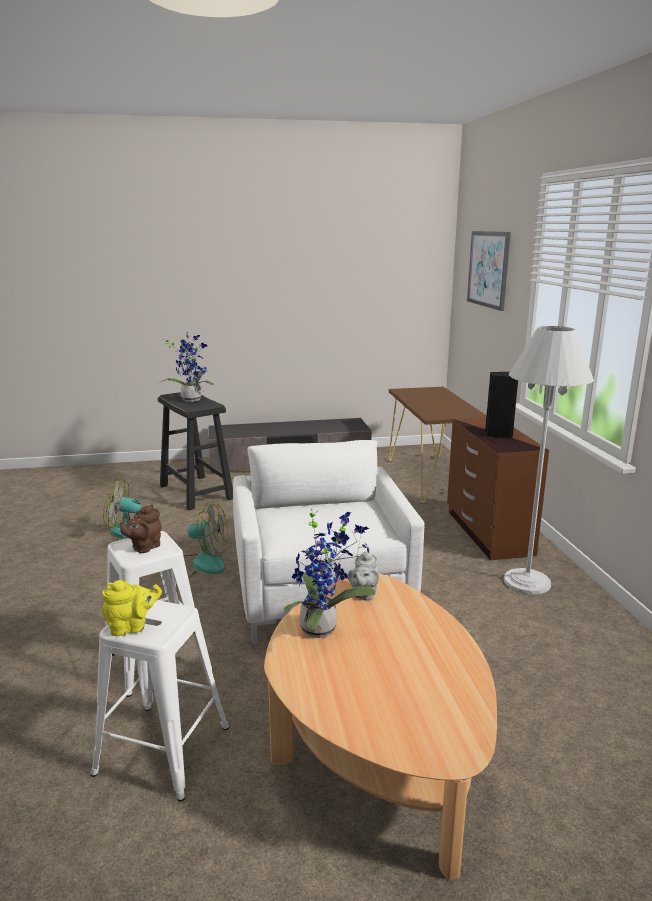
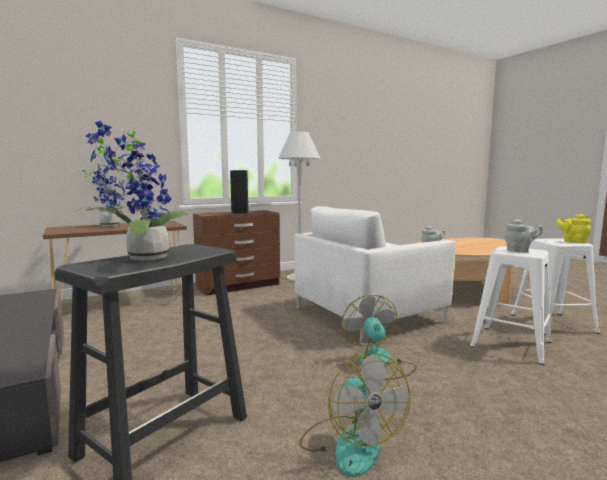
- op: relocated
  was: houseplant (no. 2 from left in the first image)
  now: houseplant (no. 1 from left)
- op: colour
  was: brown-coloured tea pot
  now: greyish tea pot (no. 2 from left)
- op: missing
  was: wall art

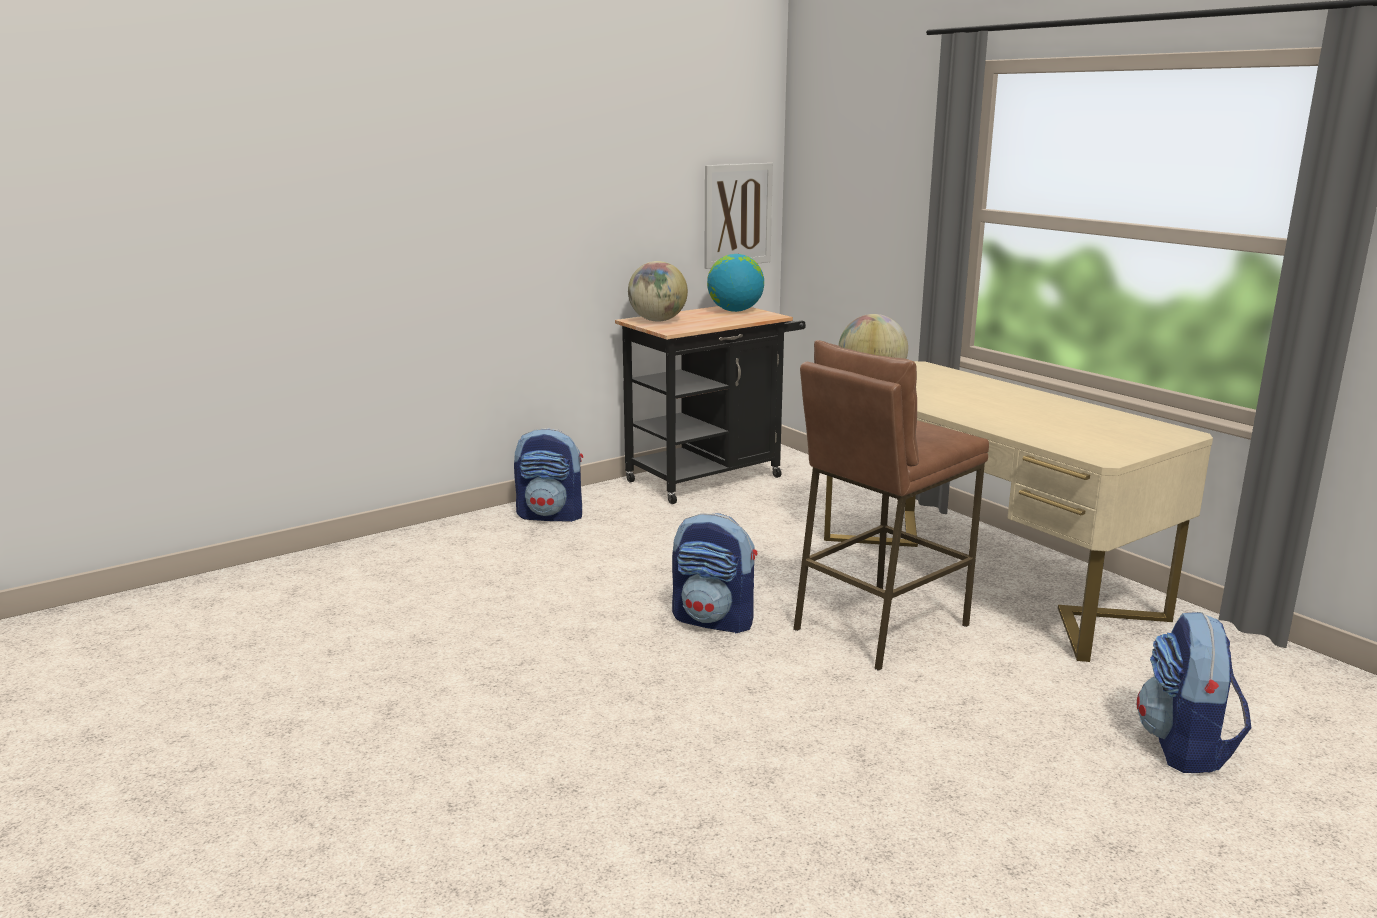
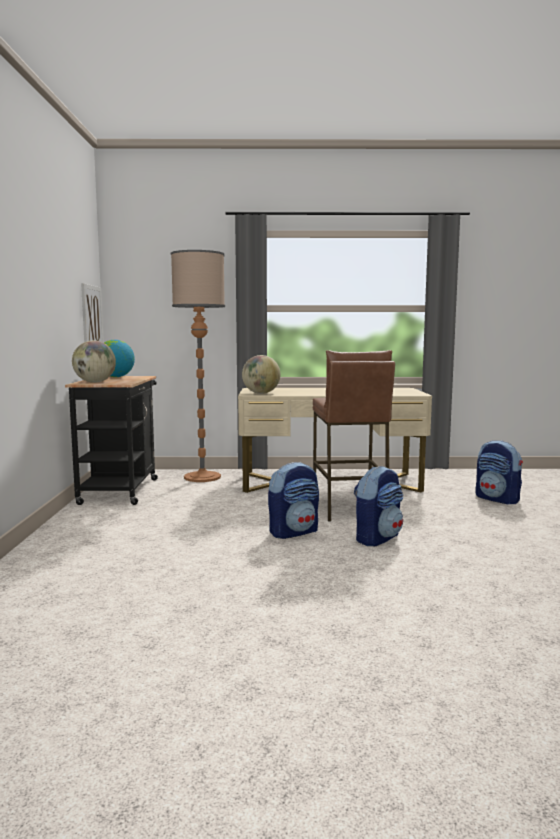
- op: appeared
  now: standard lamp
- op: relocated
  was: knapsack (no. 1 from left in the first image)
  now: knapsack (no. 2 from left)

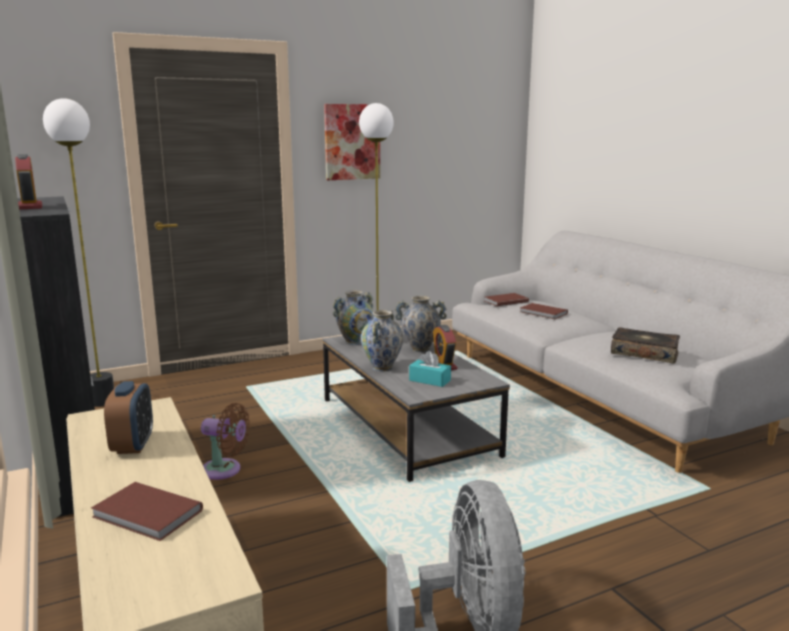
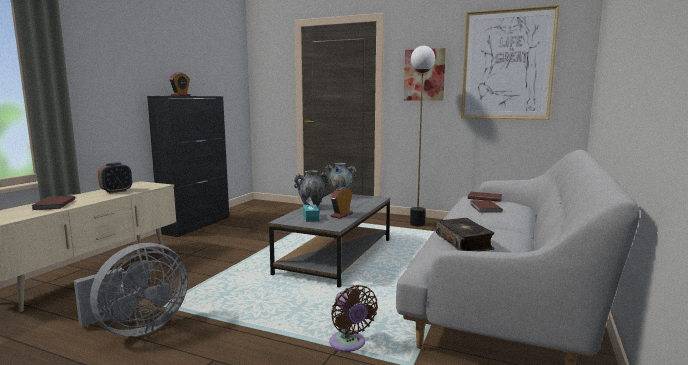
- op: relocated
  was: brown-coloured fan
- op: appeared
  now: wall art (no. 2 from left)
- op: missing
  was: standard lamp (no. 1 from left)
- op: missing
  was: vase (no. 3 from left)

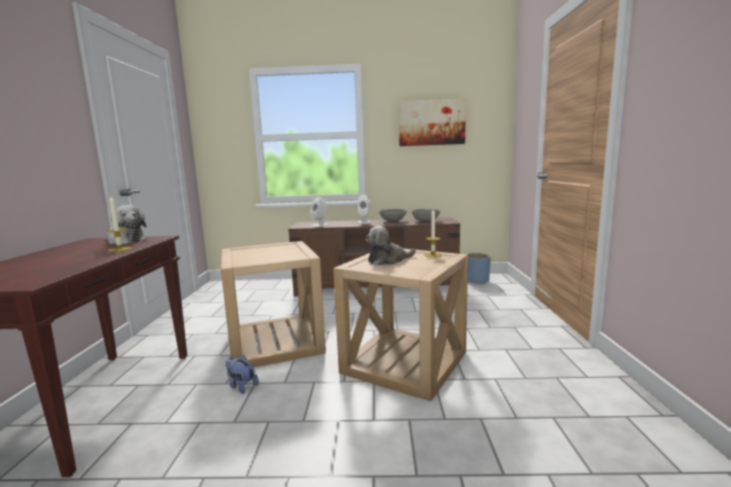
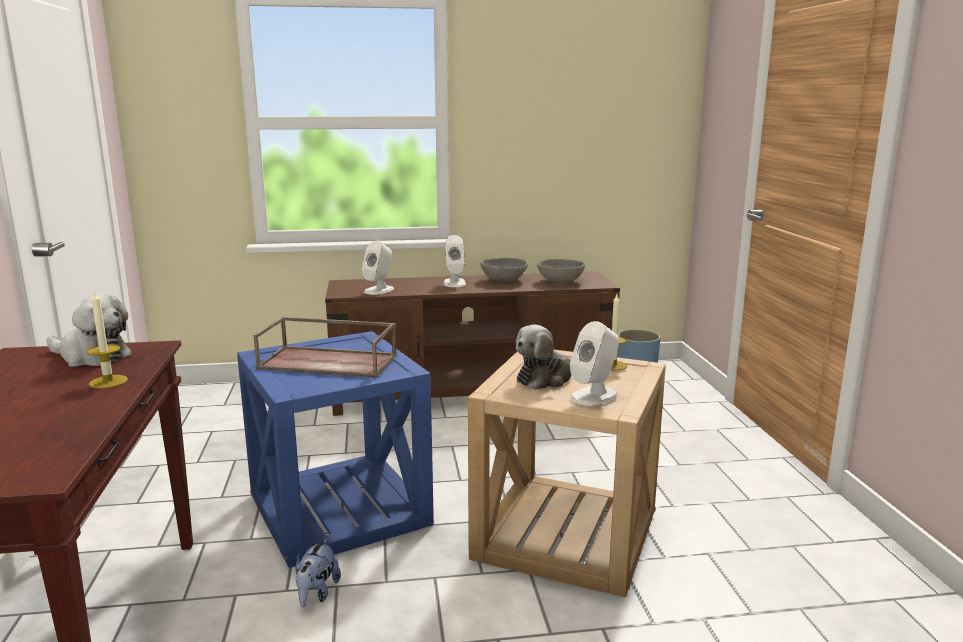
- op: colour
  was: sand-coloured end table (no. 1 from left)
  now: blue-coloured end table
- op: appeared
  now: brown-coloured carrying tray
- op: spun
  was: cuddly toy (no. 2 from left)
  clockwise: -105
- op: appeared
  now: white audio speaker (no. 3 from left)
- op: missing
  was: wall art

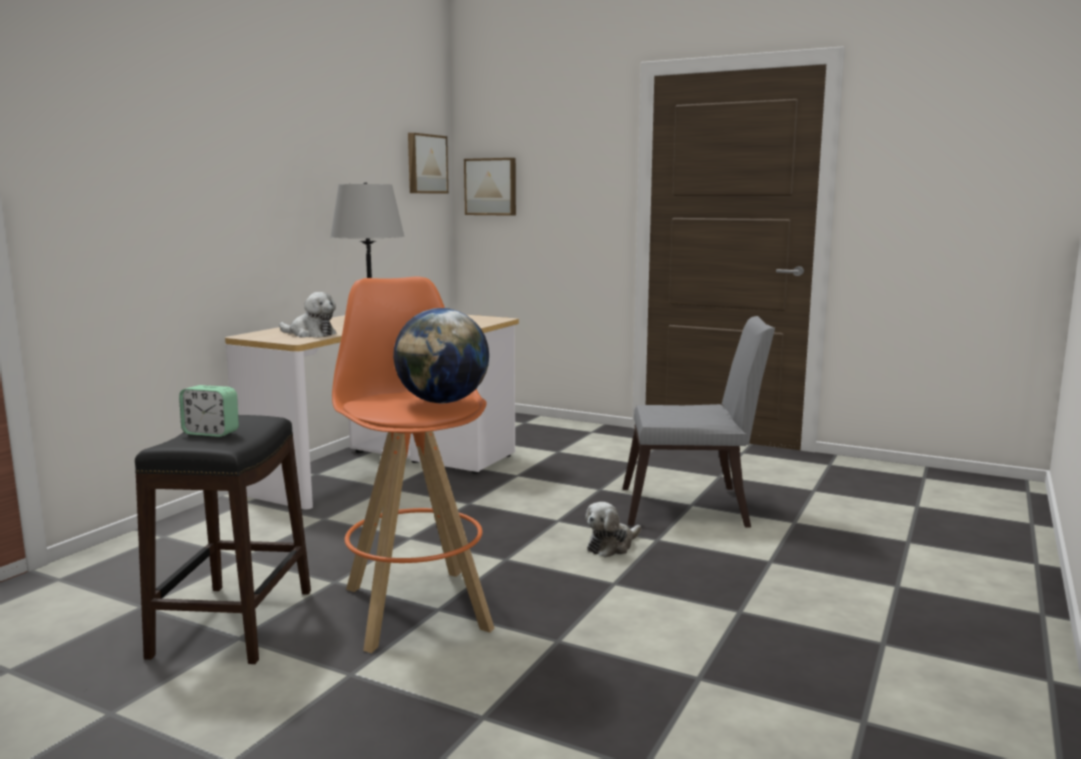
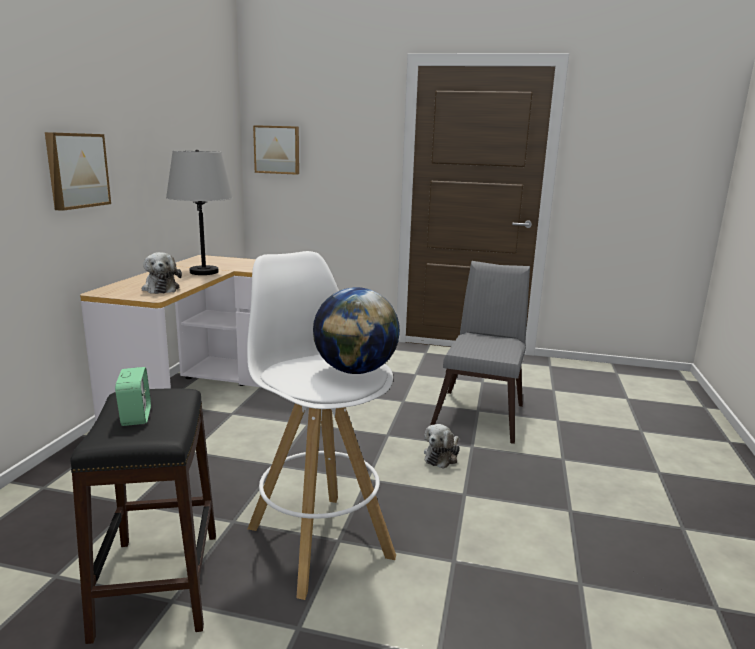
- op: relocated
  was: wall art (no. 1 from left)
- op: spun
  was: bedside clock
  clockwise: -105
- op: spun
  was: cuddly toy (no. 1 from left)
  clockwise: 60
- op: colour
  was: orangey stool
  now: white stool
- op: spun
  was: greyish plain chair
  clockwise: -60

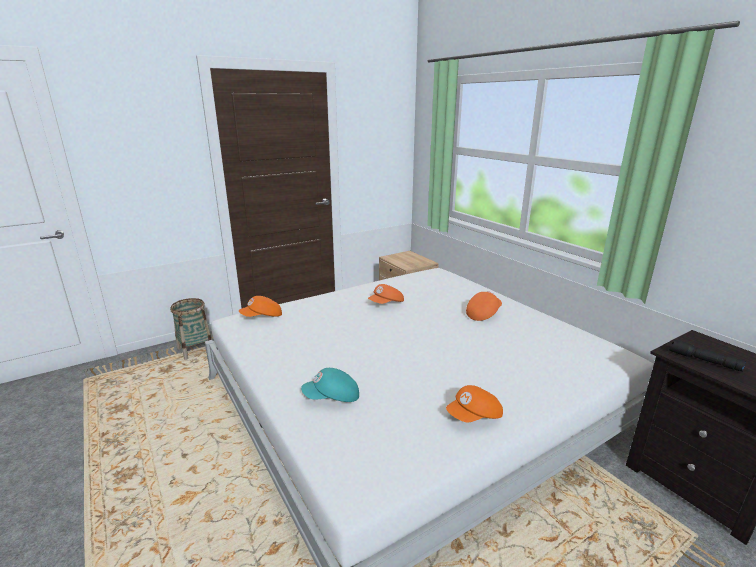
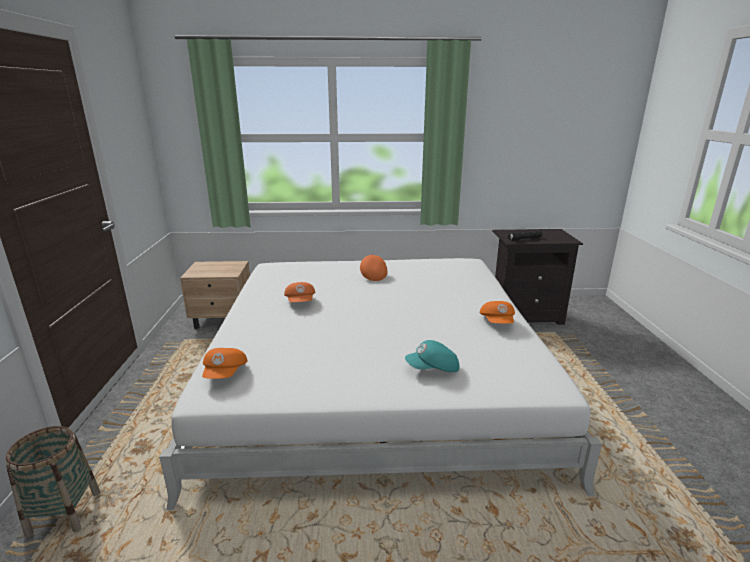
- op: spun
  was: turquoise-coloured peaked cap
  clockwise: 60

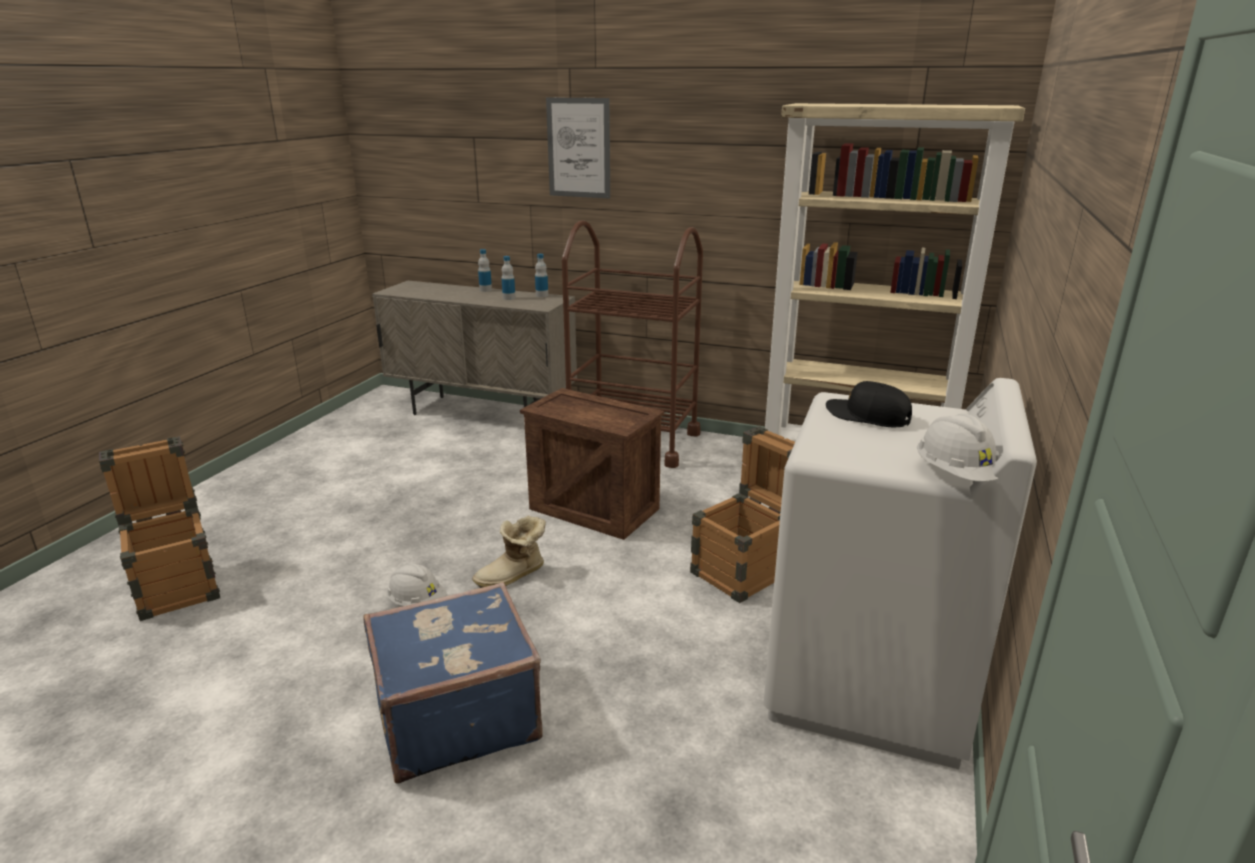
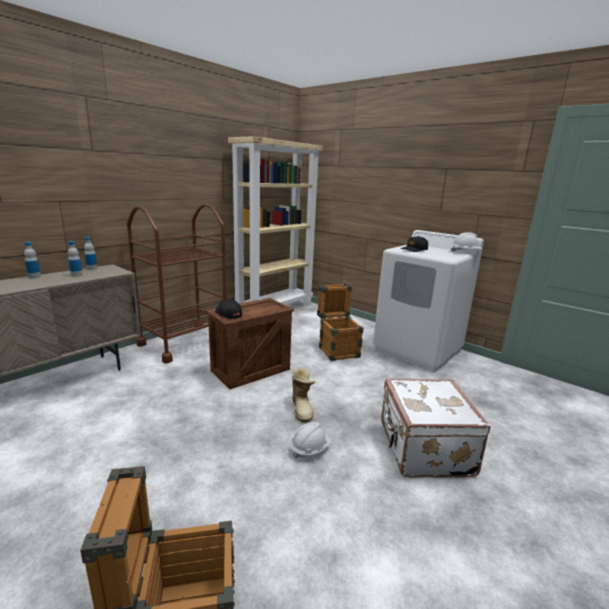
- op: appeared
  now: blackish peaked cap (no. 1 from left)
- op: colour
  was: blue-coloured suitcase
  now: white suitcase
- op: missing
  was: wall art

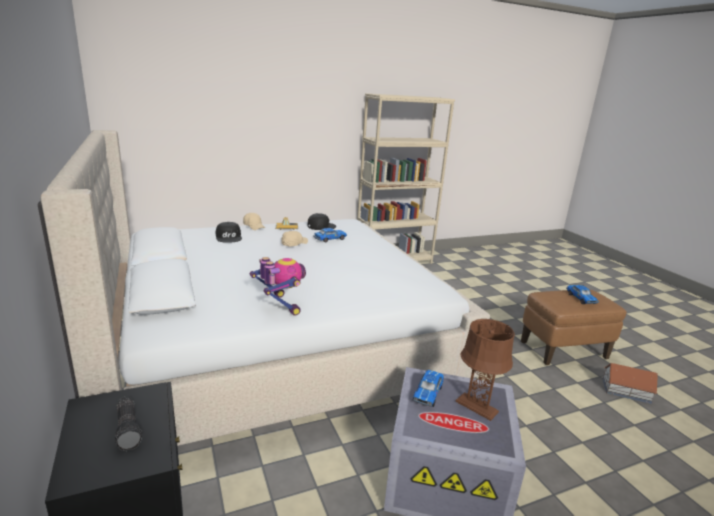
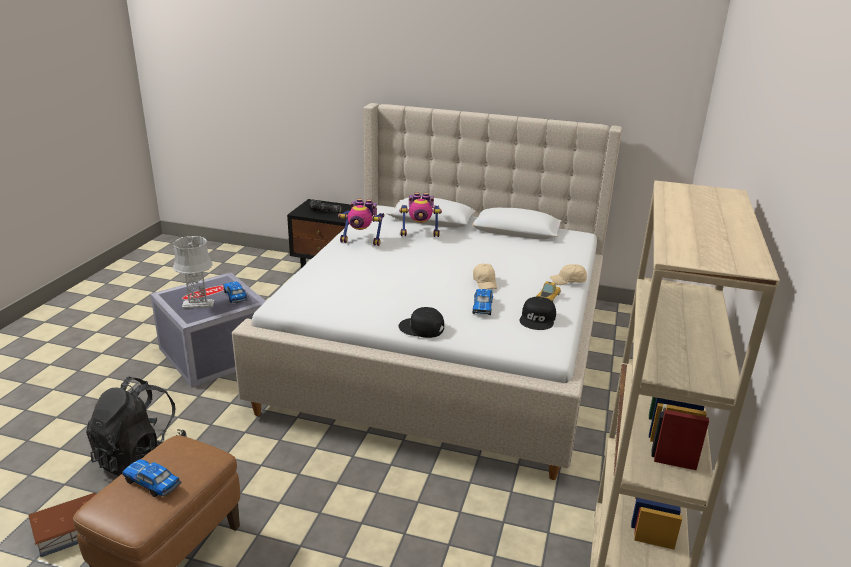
- op: appeared
  now: blackish knapsack
- op: colour
  was: brown-coloured tabletop lamp
  now: greyish tabletop lamp
- op: appeared
  now: robot figure (no. 2 from left)
- op: relocated
  was: blackish peaked cap (no. 1 from left)

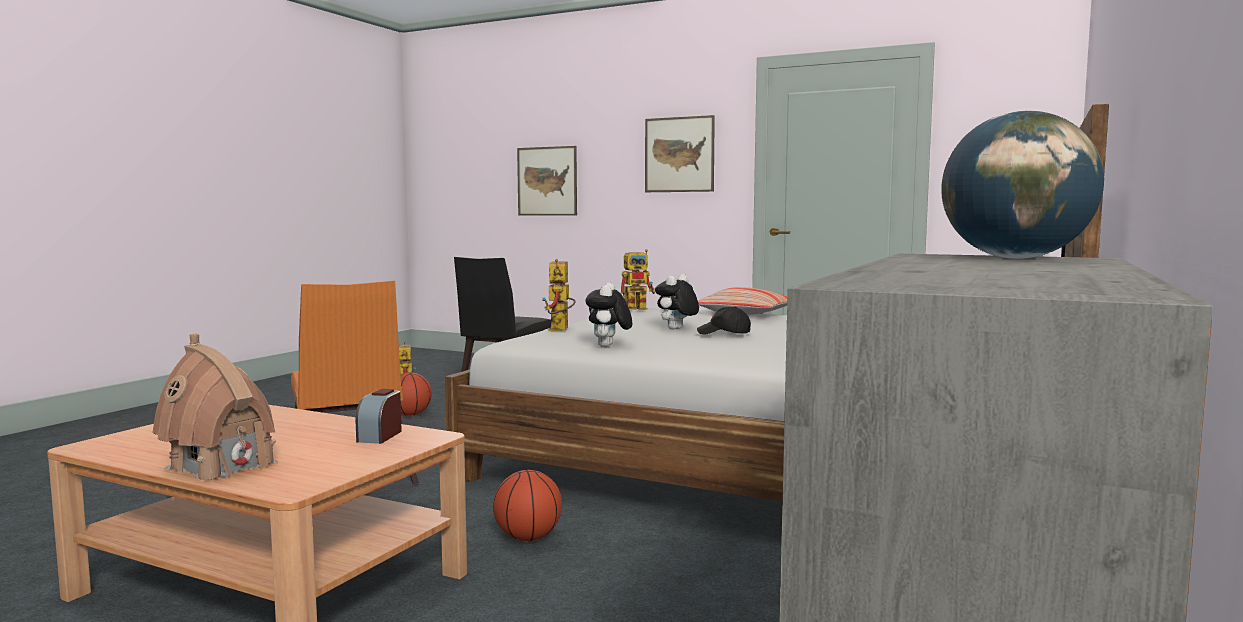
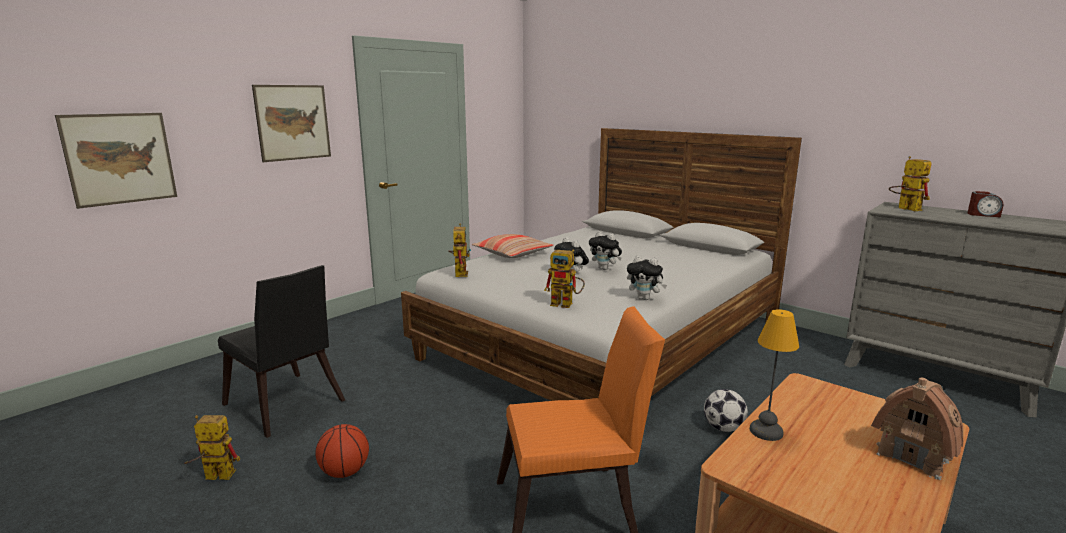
- op: exchanged
  was: blackish peaked cap
  now: cuddly toy (no. 2 from left)
- op: exchanged
  was: basketball (no. 2 from left)
  now: football
- op: appeared
  now: tabletop lamp
- op: exchanged
  was: desk globe
  now: robot figure (no. 4 from left)
- op: relocated
  was: bedside clock

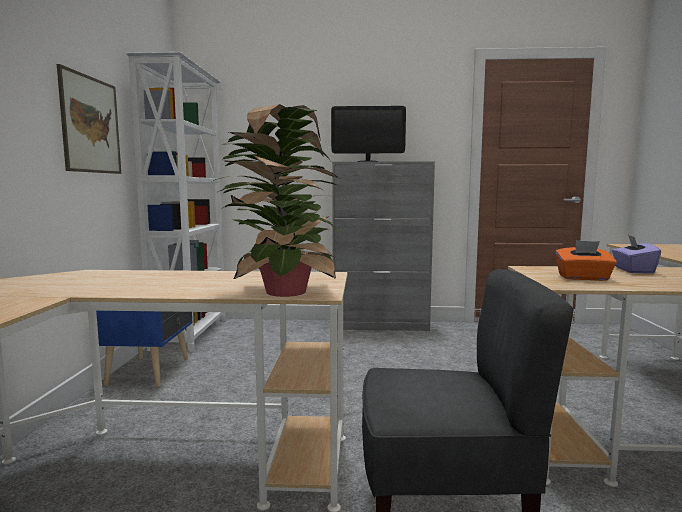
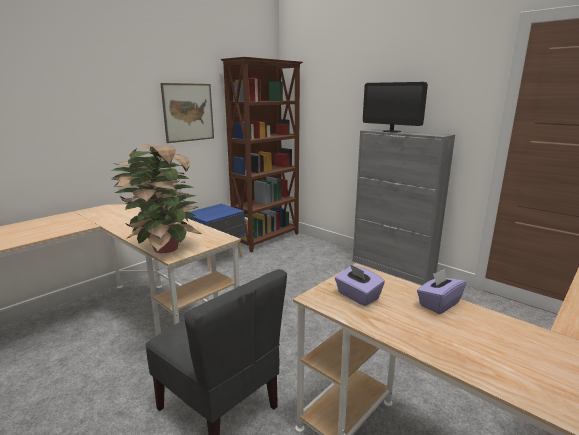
- op: colour
  was: white bookcase
  now: brown-coloured bookcase
- op: colour
  was: orangey box of tissues
  now: purplish box of tissues (no. 1 from left)

